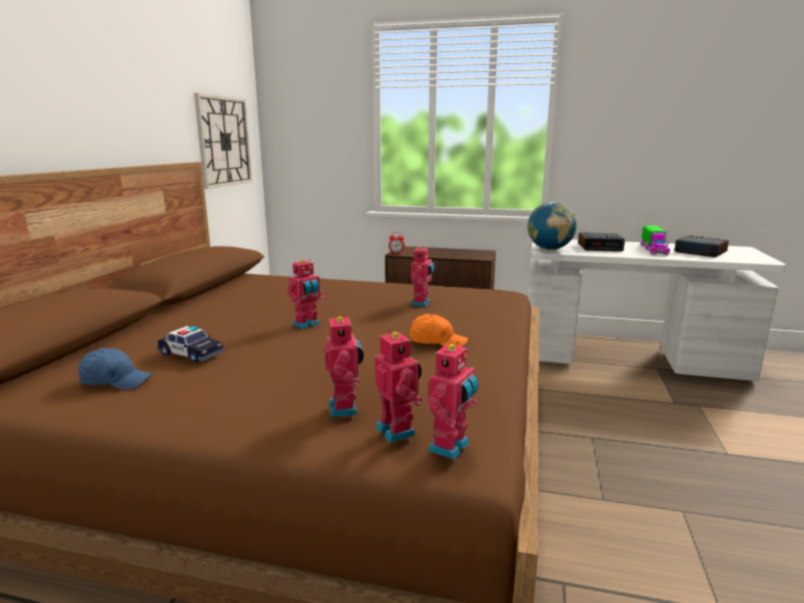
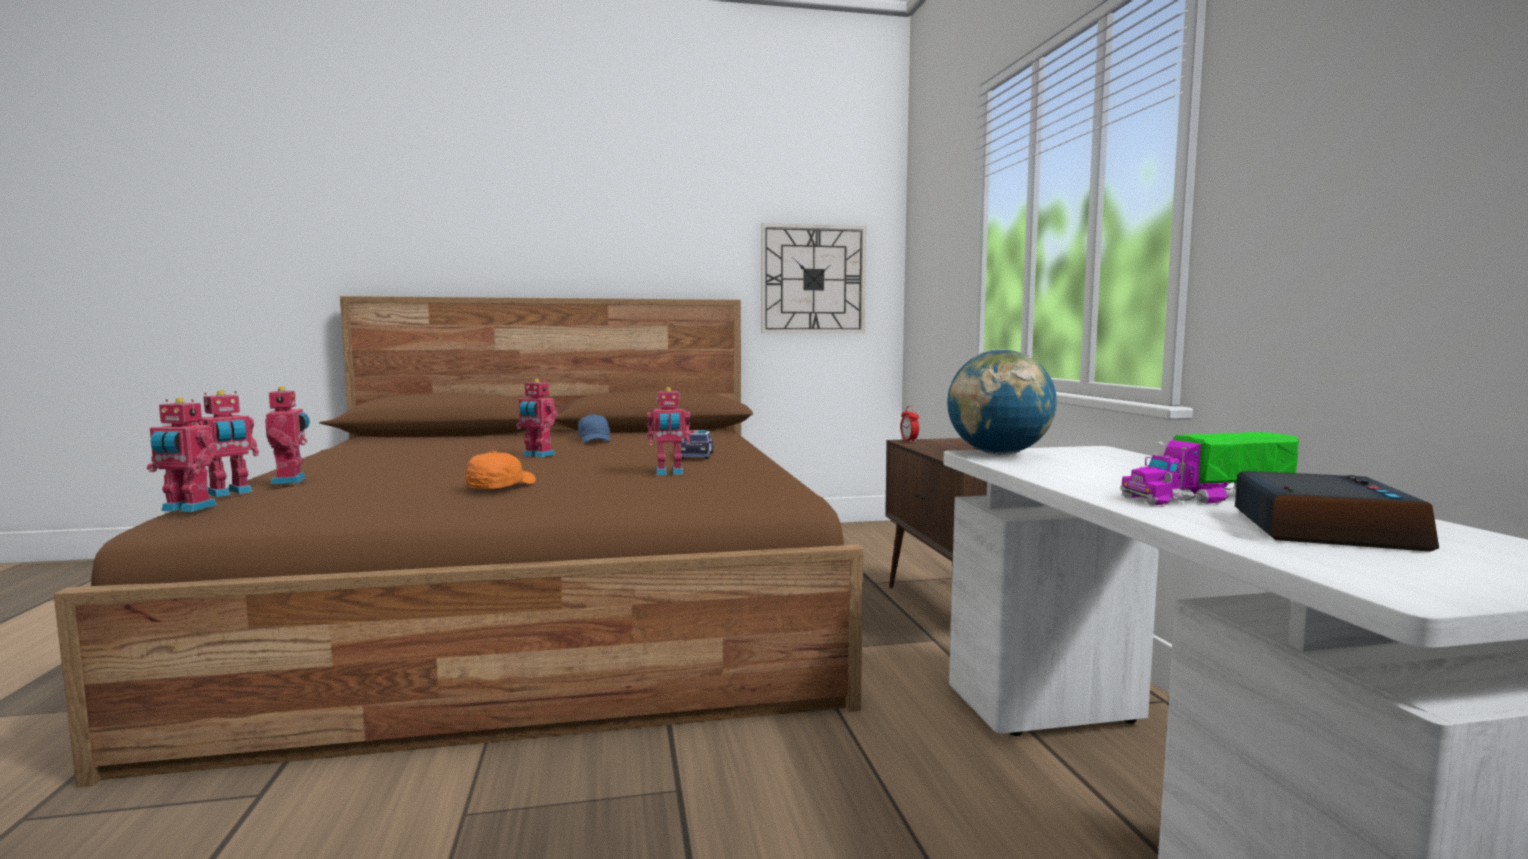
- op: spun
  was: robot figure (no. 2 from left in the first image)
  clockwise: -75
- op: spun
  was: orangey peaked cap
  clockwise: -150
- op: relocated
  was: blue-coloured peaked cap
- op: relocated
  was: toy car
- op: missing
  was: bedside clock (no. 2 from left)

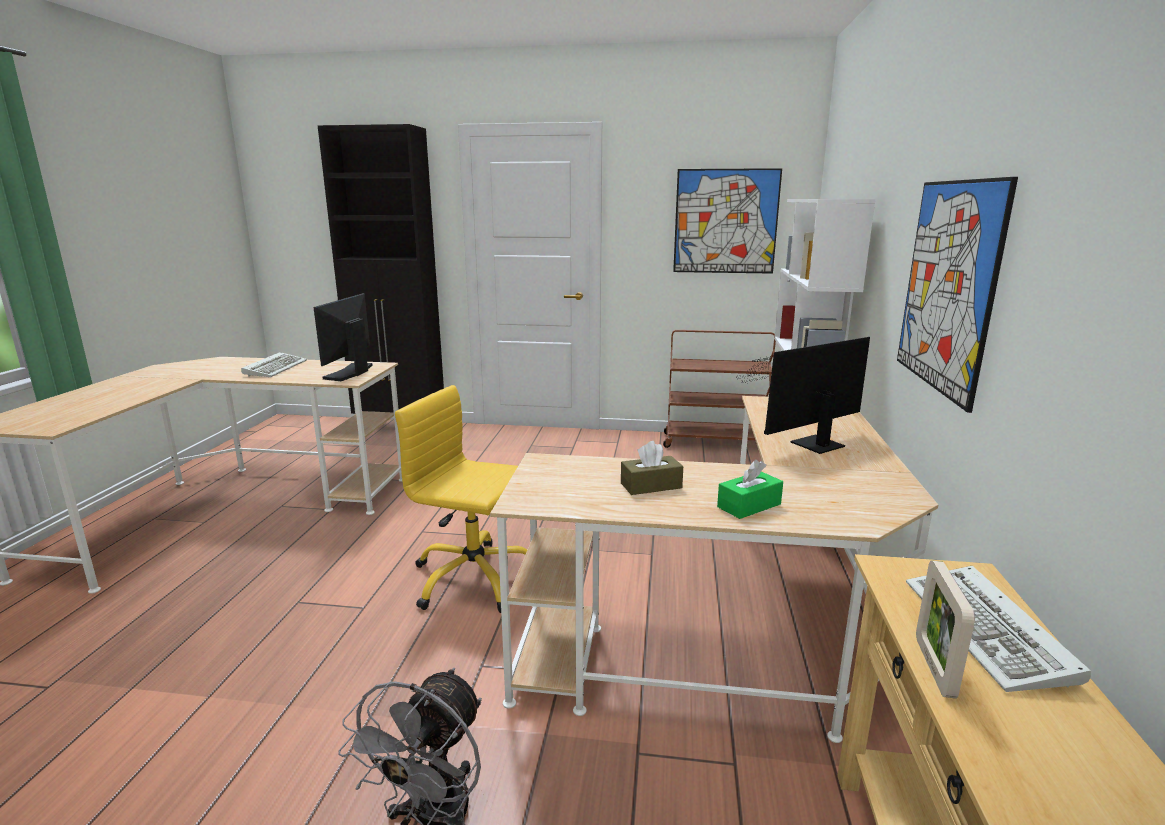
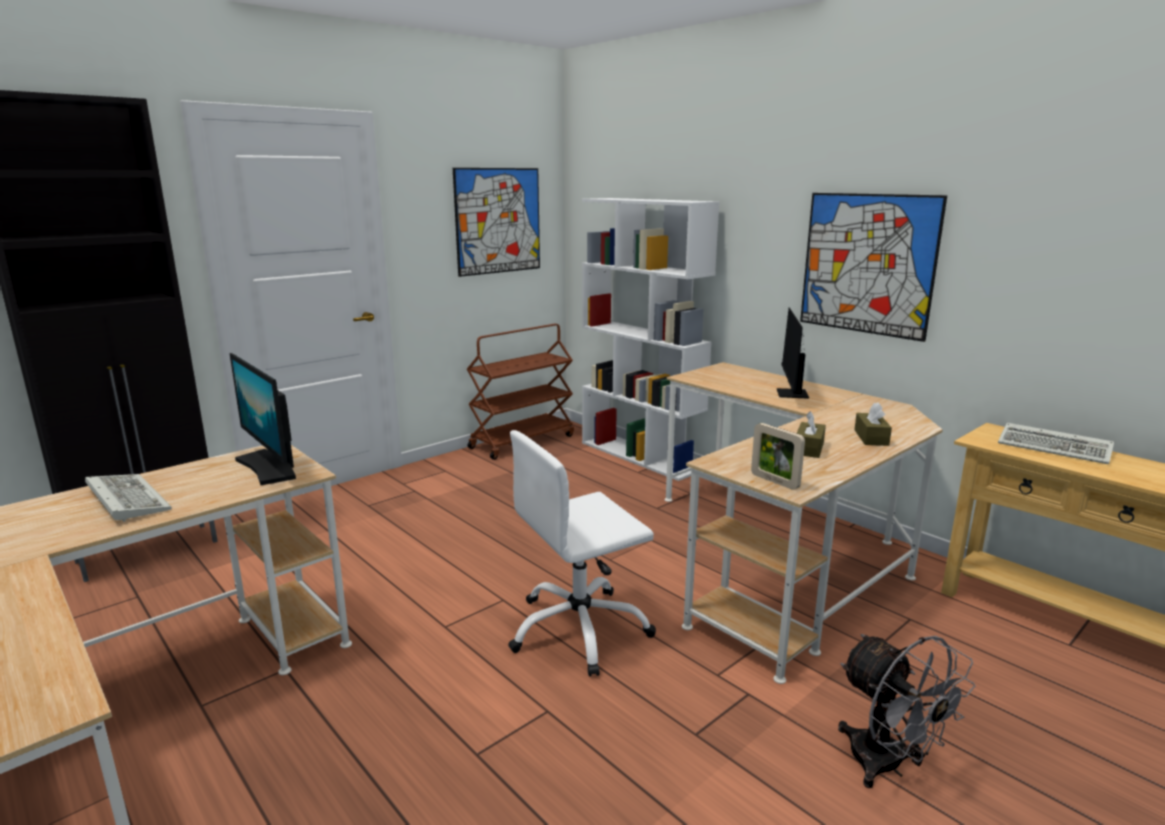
- op: colour
  was: yellow computer chair
  now: white computer chair
- op: relocated
  was: standing frame
- op: colour
  was: greenish box of tissues
  now: brown-coloured box of tissues (no. 2 from left)

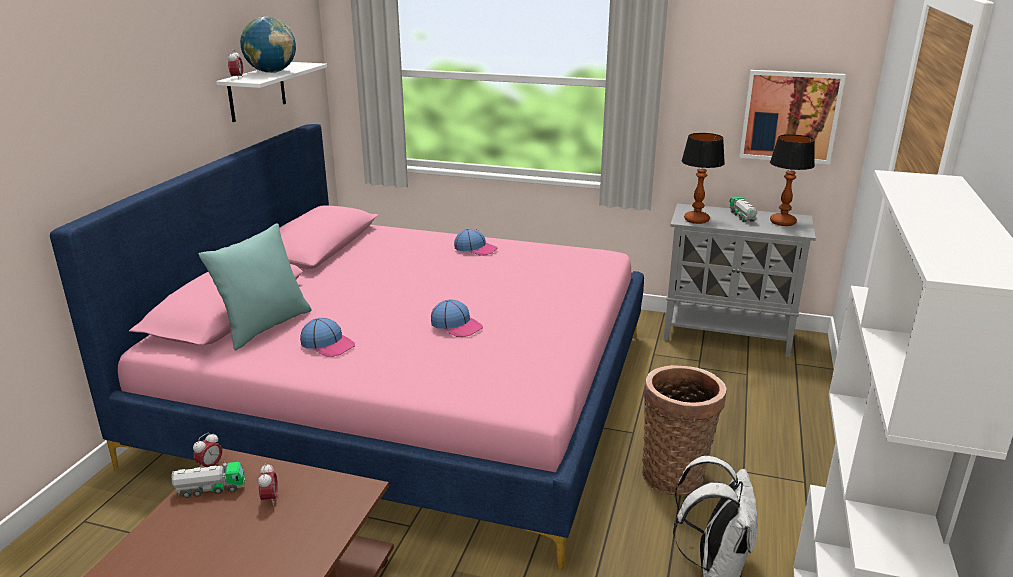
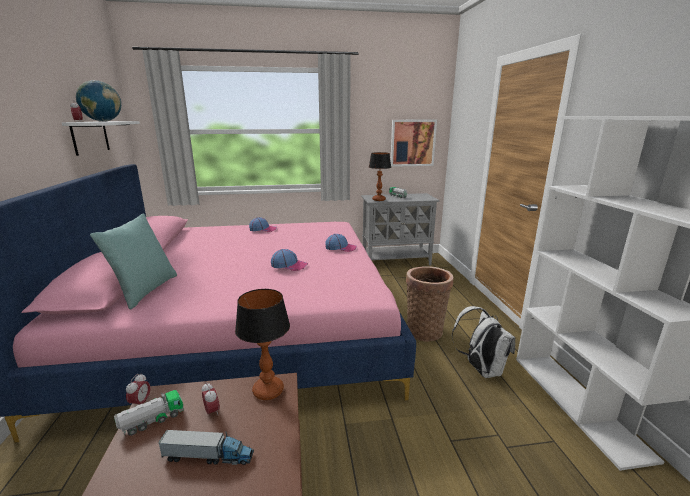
- op: appeared
  now: toy truck (no. 2 from left)
- op: relocated
  was: tabletop lamp (no. 2 from left in the first image)
  now: tabletop lamp (no. 1 from left)
- op: relocated
  was: peaked cap (no. 1 from left in the first image)
  now: peaked cap (no. 3 from left)

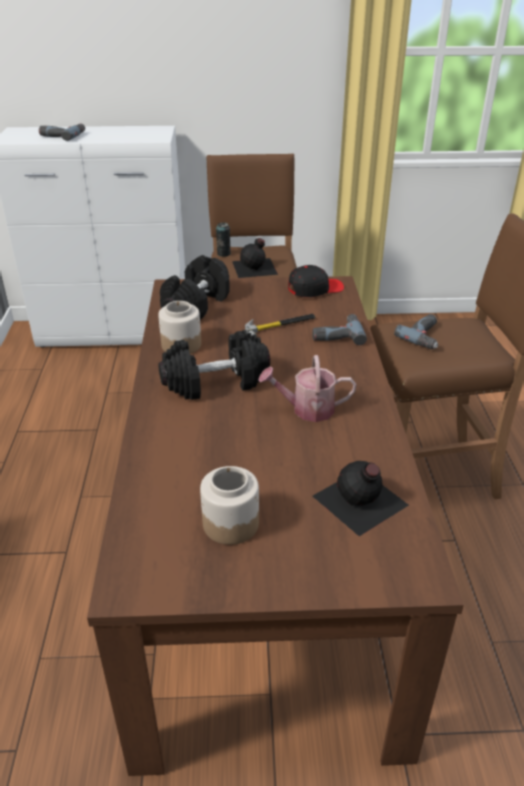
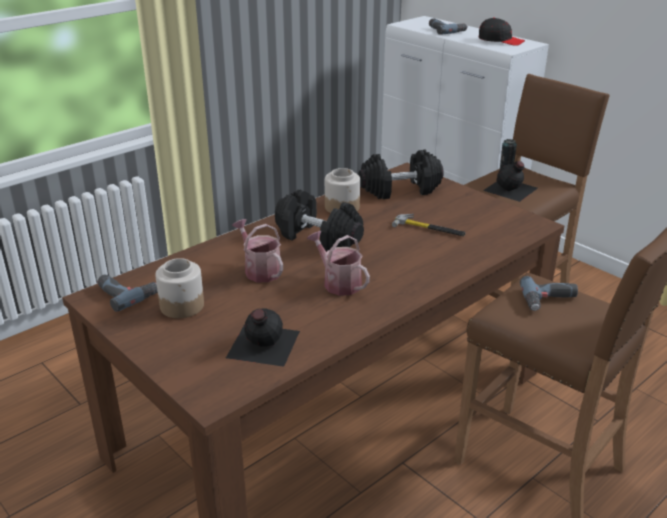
- op: relocated
  was: power drill (no. 2 from left in the first image)
  now: power drill (no. 1 from left)
- op: appeared
  now: watering pot (no. 1 from left)
- op: relocated
  was: blackish peaked cap

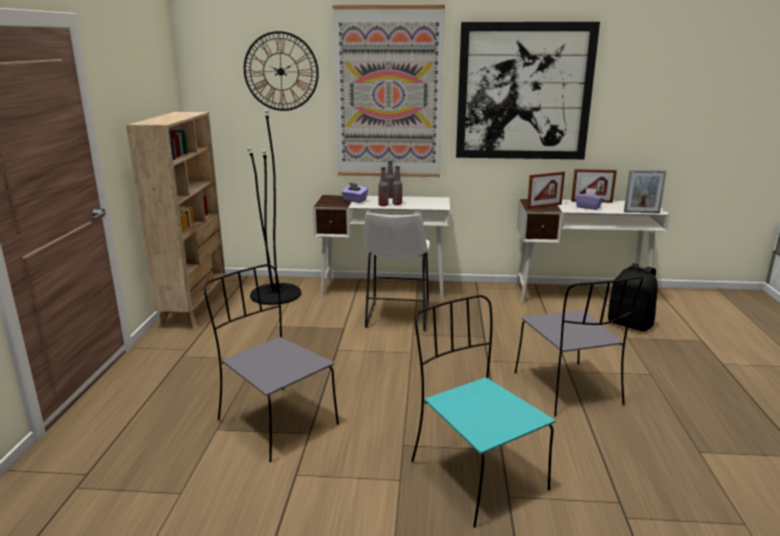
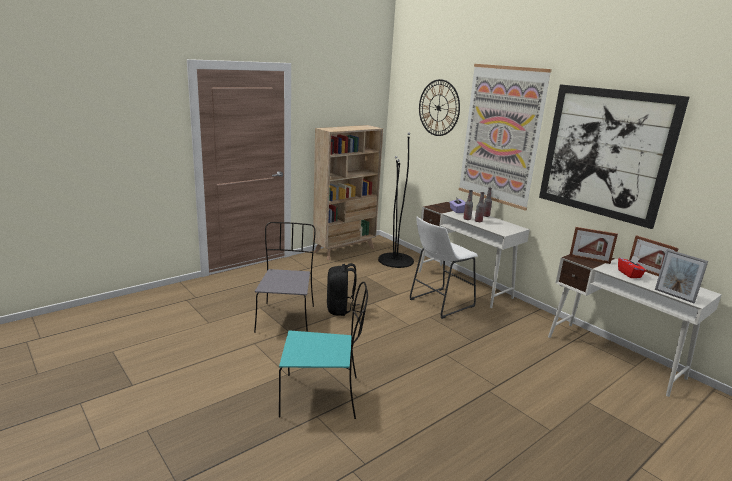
- op: spun
  was: turquoise-coloured plain chair
  clockwise: 75
- op: relocated
  was: blackish knapsack
- op: colour
  was: purplish box of tissues (no. 2 from left)
  now: red box of tissues
- op: missing
  was: greyish plain chair (no. 2 from left)

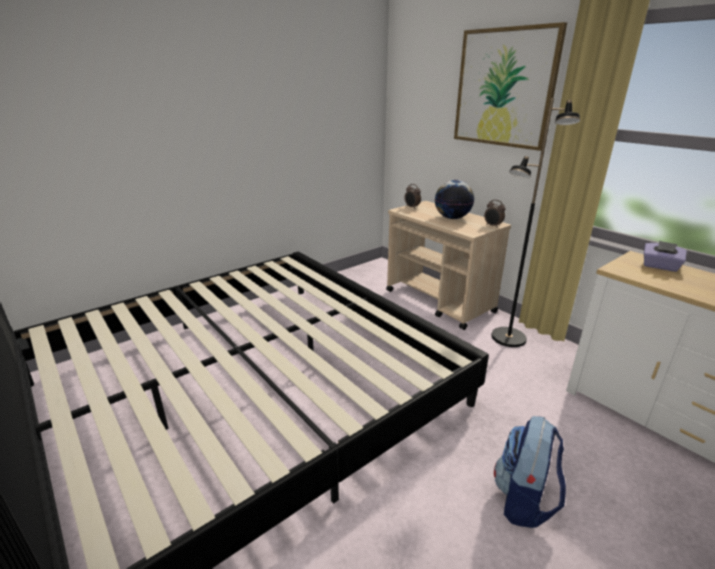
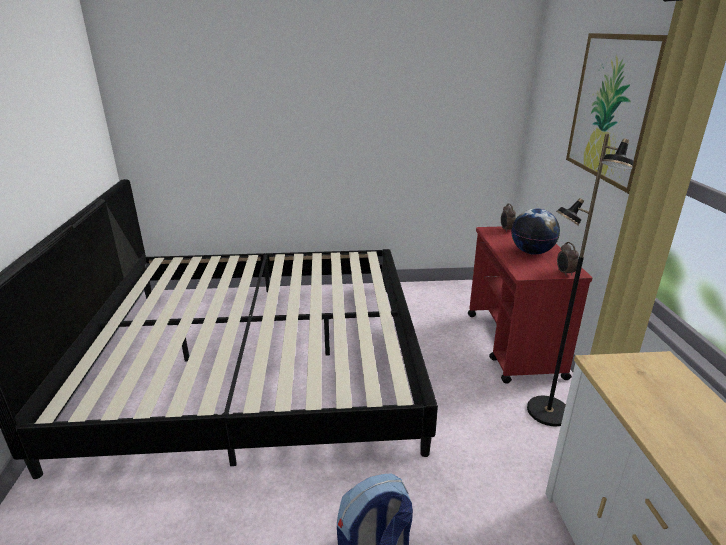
- op: colour
  was: sand-coloured wheeled cart
  now: red wheeled cart
- op: missing
  was: purplish box of tissues

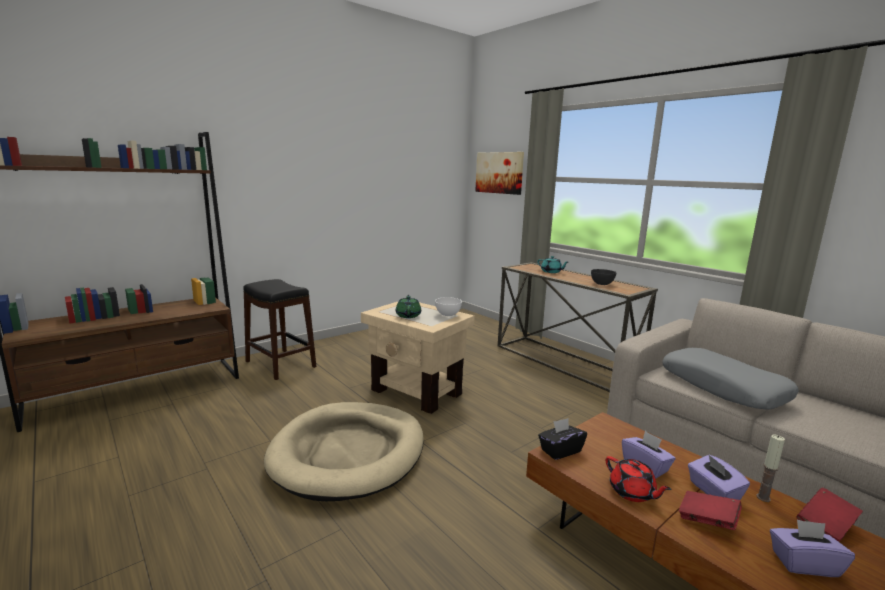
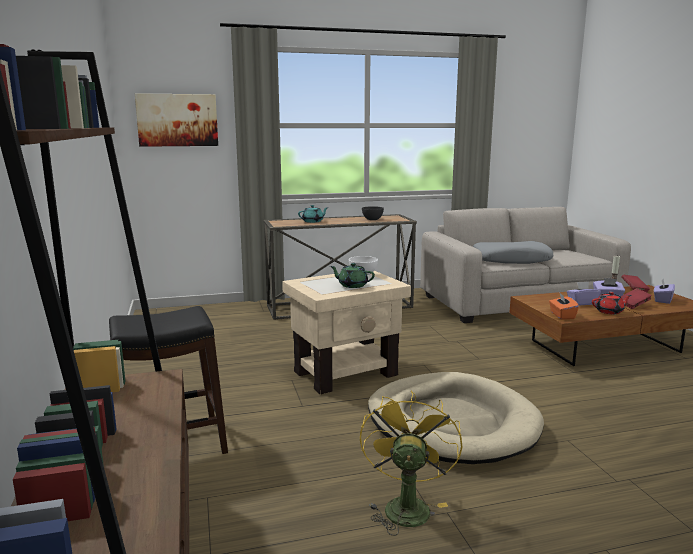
- op: appeared
  now: yellow fan
- op: colour
  was: blackish box of tissues
  now: orangey box of tissues

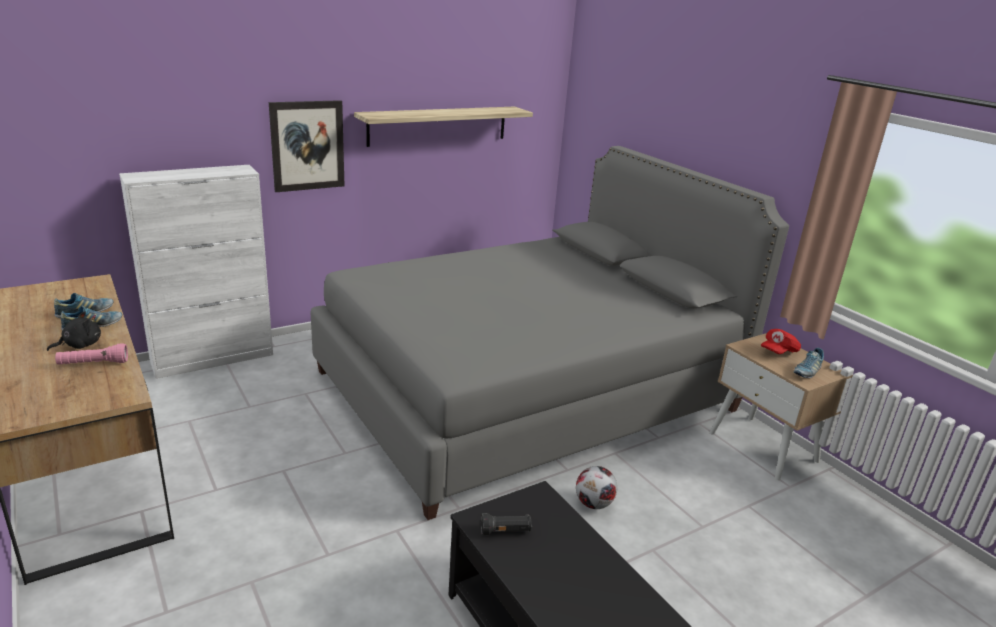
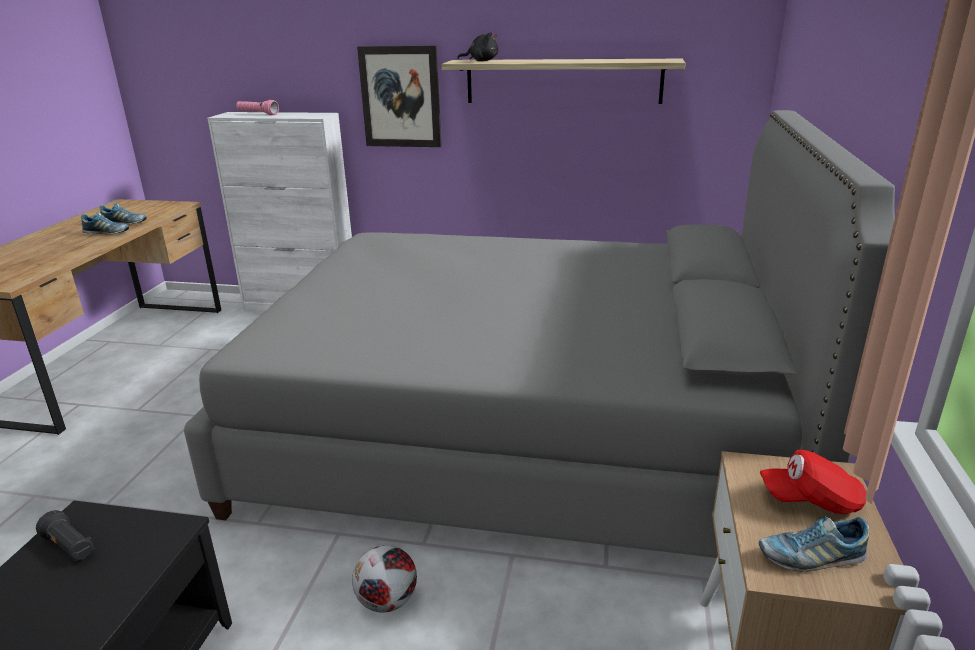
- op: relocated
  was: pink-coloured flashlight
- op: relocated
  was: blackish cuddly toy

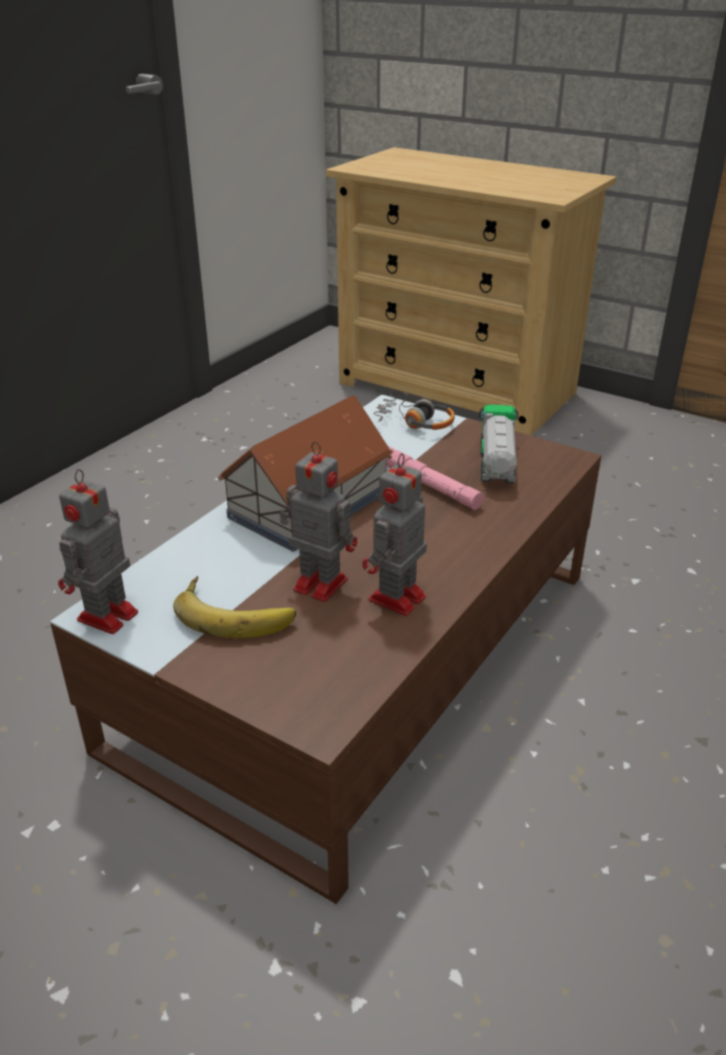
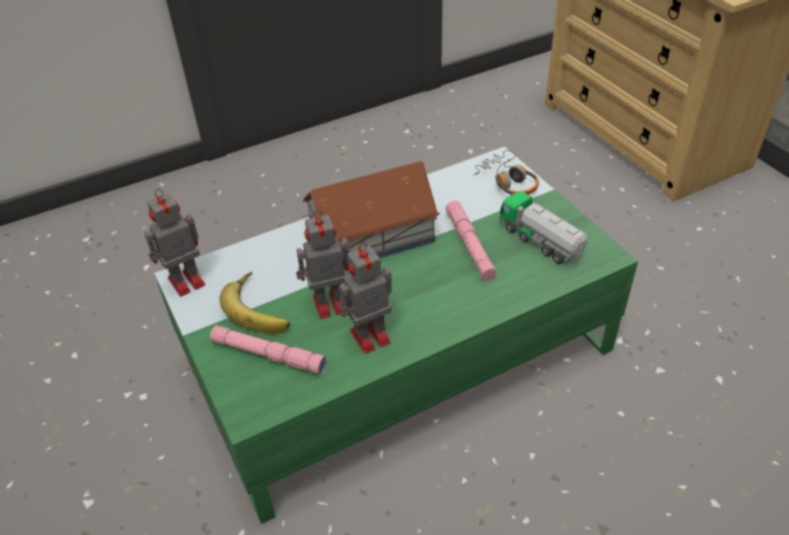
- op: colour
  was: brown-coloured lounge table
  now: greenish lounge table
- op: appeared
  now: pink-coloured flashlight (no. 1 from left)
- op: spun
  was: robot figure (no. 2 from left)
  clockwise: -75
- op: spun
  was: toy truck
  clockwise: -75

